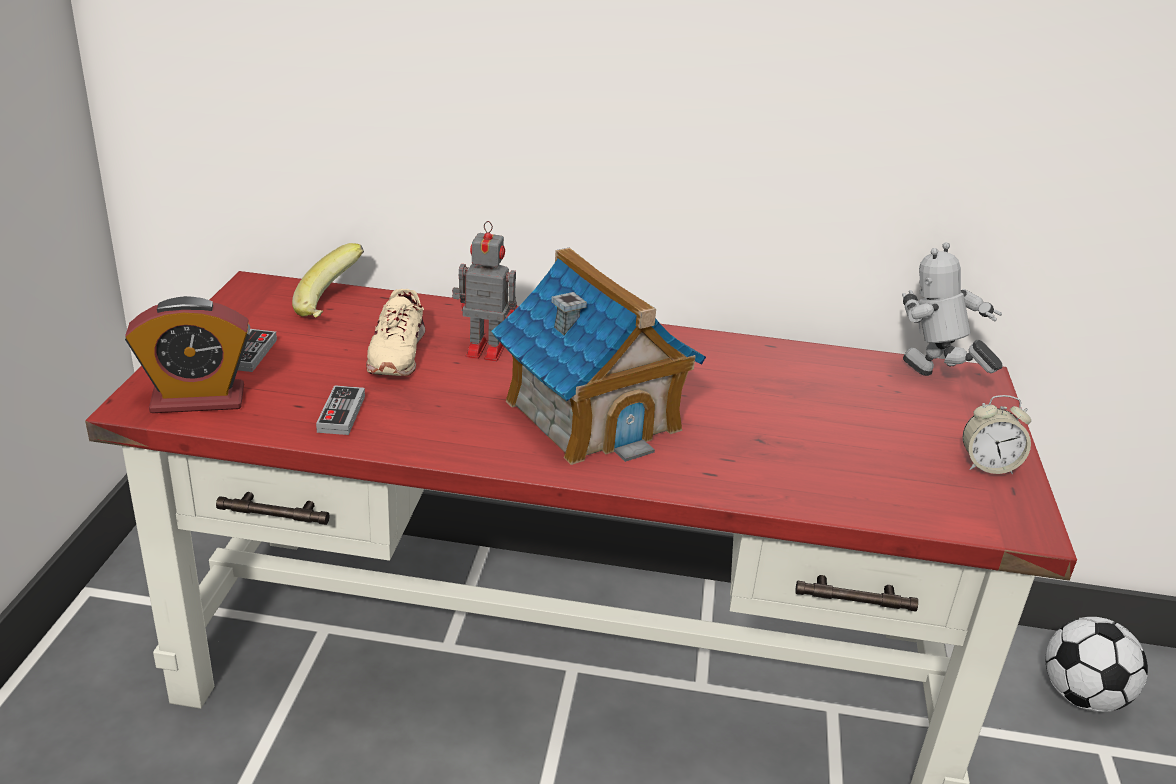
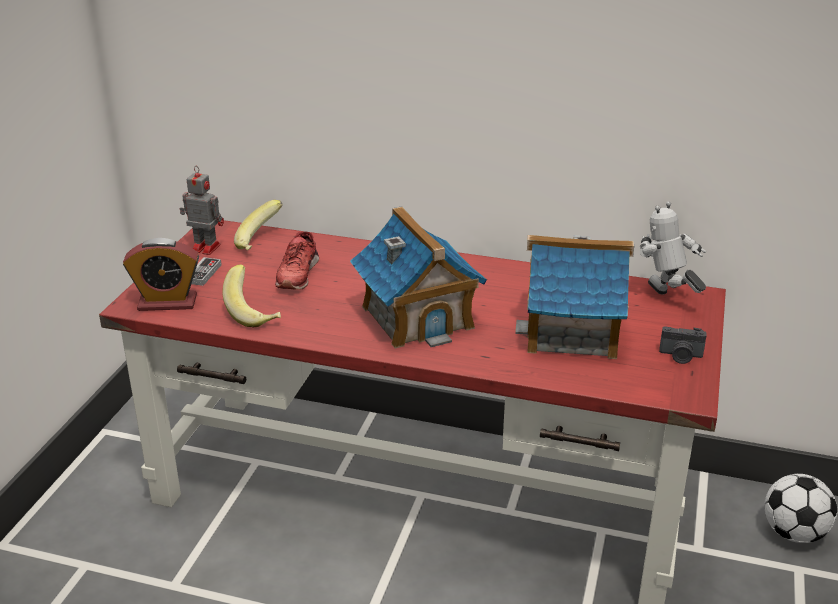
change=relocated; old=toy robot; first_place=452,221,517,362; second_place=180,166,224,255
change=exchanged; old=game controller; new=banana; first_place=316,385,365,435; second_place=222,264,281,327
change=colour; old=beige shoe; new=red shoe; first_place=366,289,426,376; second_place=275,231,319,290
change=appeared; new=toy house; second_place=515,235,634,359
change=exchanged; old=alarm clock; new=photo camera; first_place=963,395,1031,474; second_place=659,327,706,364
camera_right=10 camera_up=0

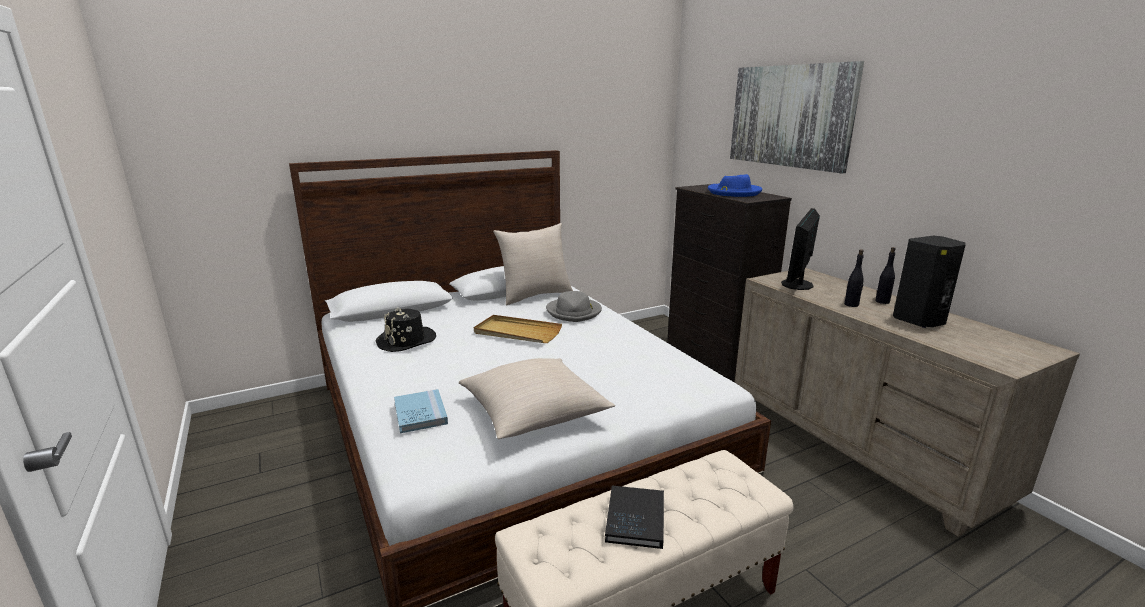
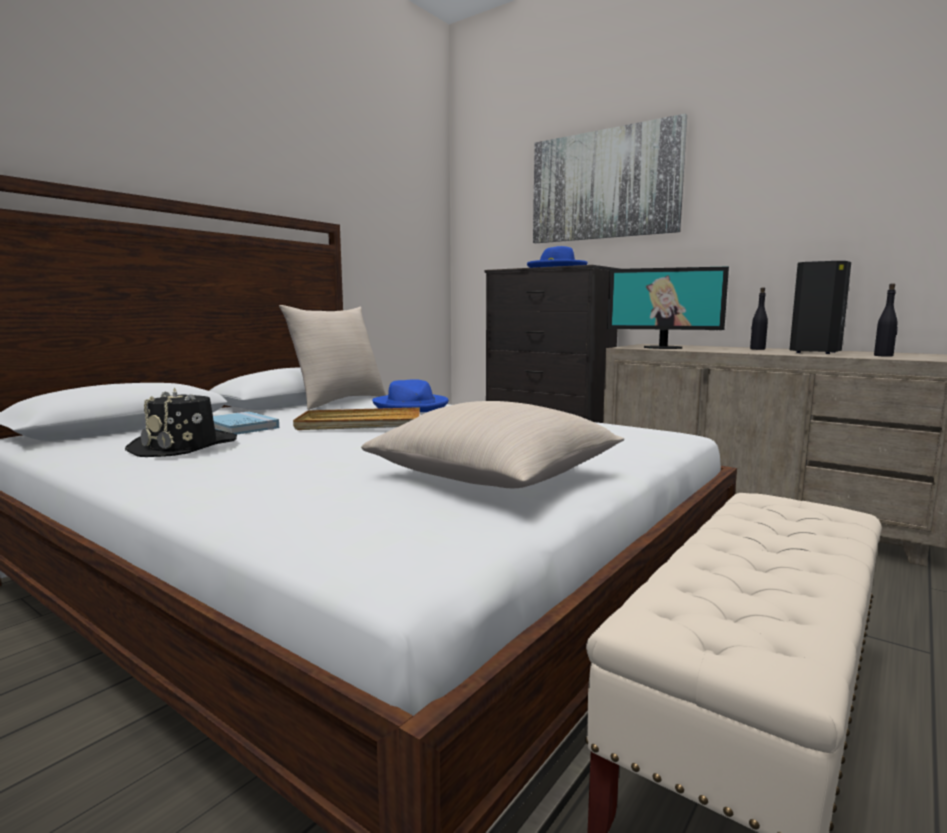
change=relocated; old=blue book; first_place=394,389,448,433; second_place=213,411,279,435
change=colour; old=grey hat; new=blue hat; first_place=546,291,602,322; second_place=372,379,449,412
change=spun; old=monitor; first_place=781,208,820,290; second_place=607,266,729,349; degrees=-75
change=relocated; old=black bottle; first_place=844,249,864,307; second_place=874,284,898,357
change=missing; old=black book; first_place=605,486,664,549
camera_right=-25 camera_up=-10

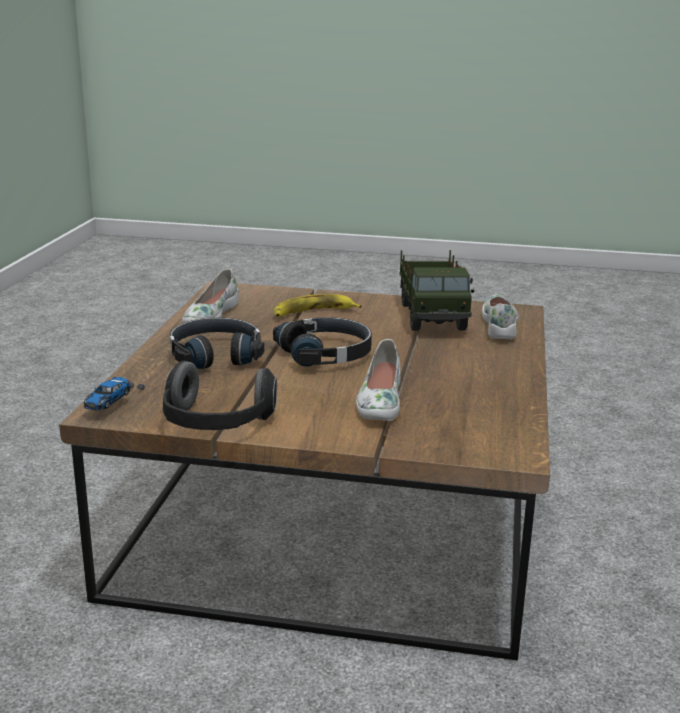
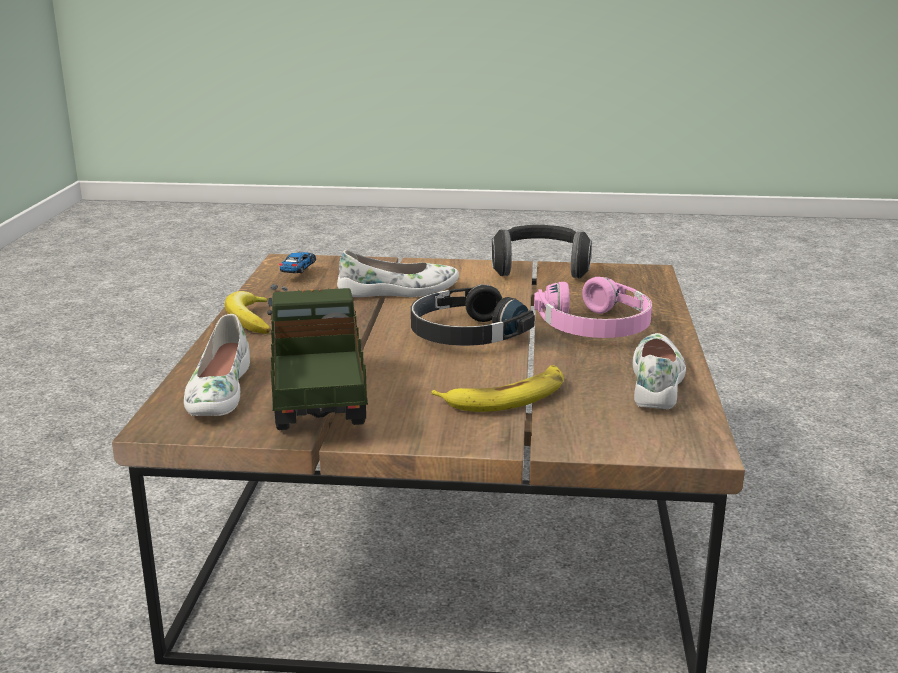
change=appeared; new=banana; second_place=225,291,271,334
change=relocated; old=toy car; first_place=84,377,145,410; second_place=270,252,316,291
change=spun; old=white shoe; first_place=356,339,401,421; second_place=337,250,459,297; degrees=75
change=colour; old=black headphones; new=pink headphones; first_place=170,317,264,369; second_place=534,277,652,338
camera_right=175 camera_up=0

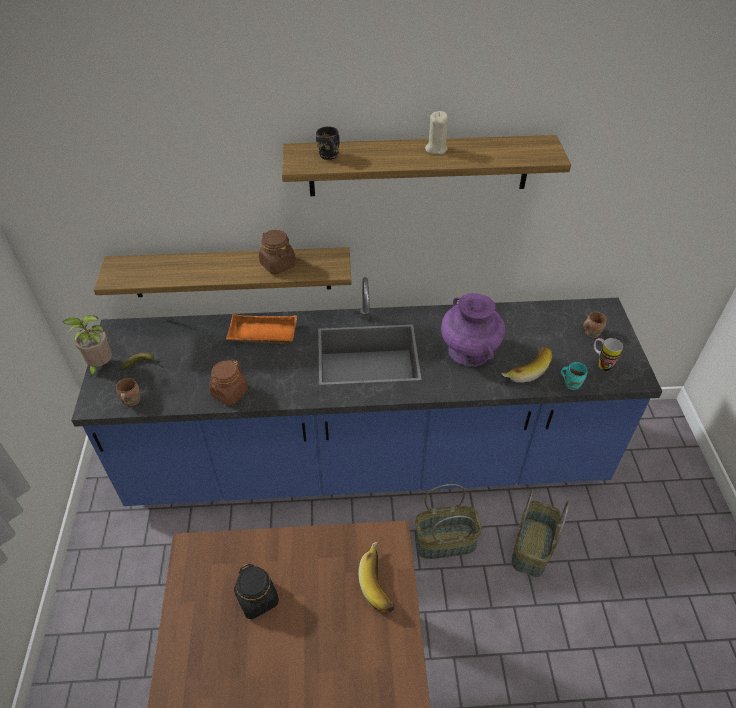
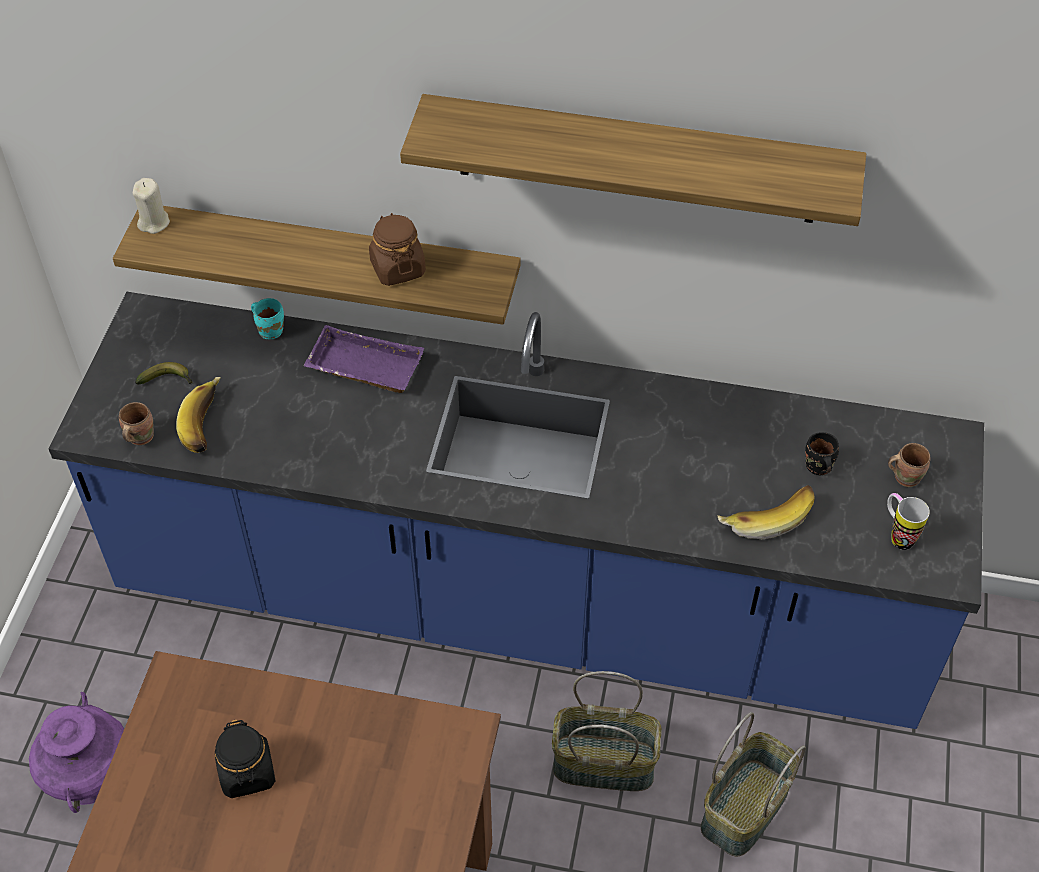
change=relocated; old=purple vase; first_place=441,293,505,367; second_place=29,692,124,813
change=relocated; old=beige candle; first_place=425,111,448,155; second_place=133,178,170,234
change=relocated; old=banana; first_place=359,542,395,612; second_place=176,377,221,453
change=relocated; old=turquoise mug; first_place=561,362,588,390; second_place=251,298,284,339
change=colour; old=orange tray; new=purple tray; first_place=226,314,297,344; second_place=303,325,424,393
change=relocated; old=black mug; first_place=316,127,340,160; second_place=805,432,839,475
change=missing; old=potted plant; first_place=63,315,112,378
change=missing; old=brown jar; first_place=209,359,248,405
camera_right=15 camera_up=5

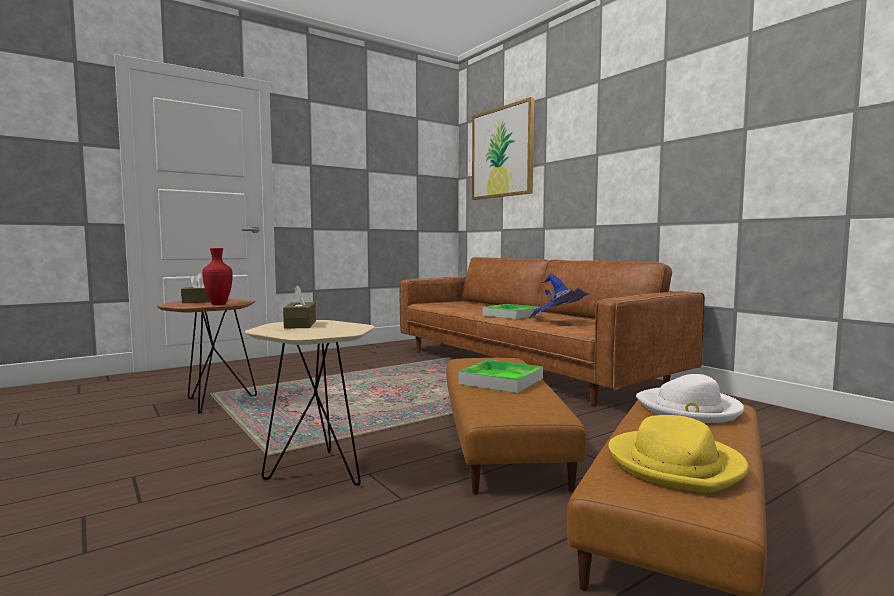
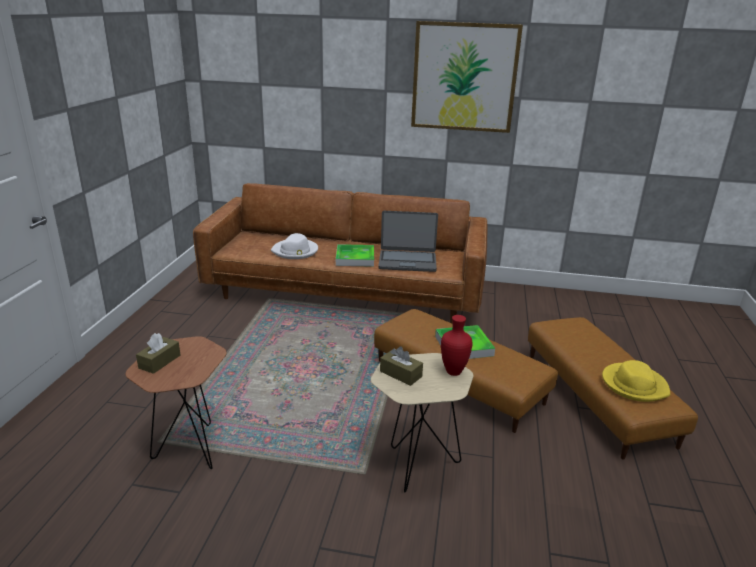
change=relocated; old=white hat; first_place=636,374,744,423; second_place=271,233,318,259
change=exchanged; old=blue hat; new=laptop; first_place=529,273,590,319; second_place=378,211,438,272
change=relocated; old=picture; first_place=472,97,534,200; second_place=411,21,523,133
change=relocated; old=red vase; first_place=202,248,233,305; second_place=441,315,473,376
camera_right=-45 camera_up=20

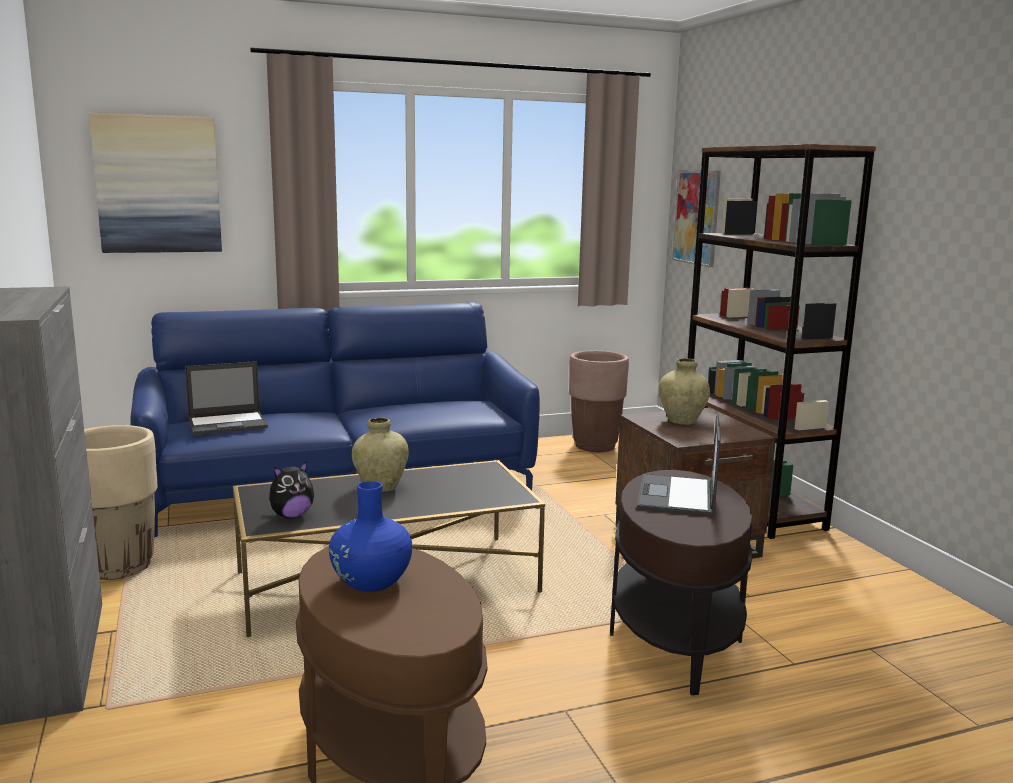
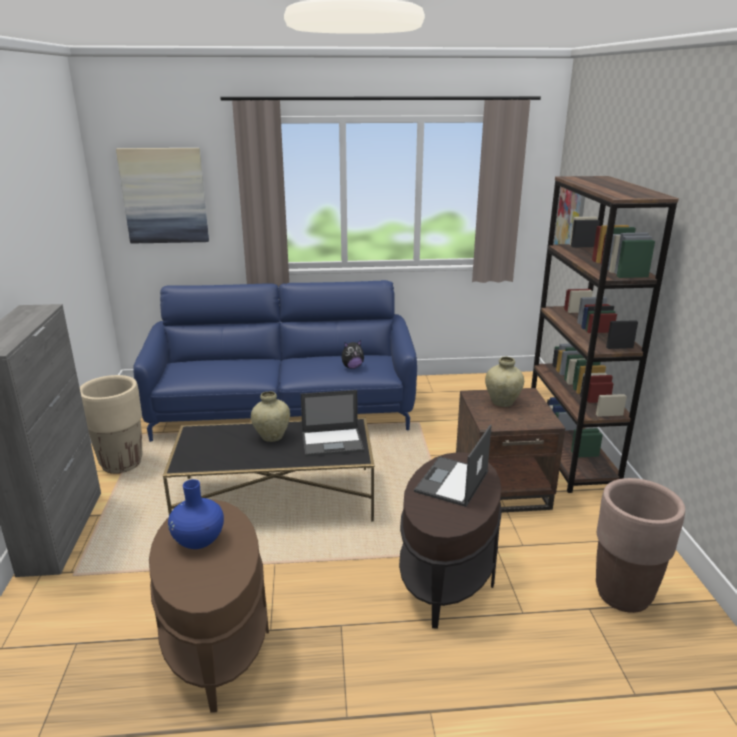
change=relocated; old=laptop; first_place=185,361,268,435; second_place=301,390,364,457
change=relocated; old=plush toy; first_place=269,461,314,518; second_place=342,340,364,369
change=relocated; old=brown planter; first_place=569,350,629,452; second_place=596,478,685,613
camera_right=15 camera_up=10

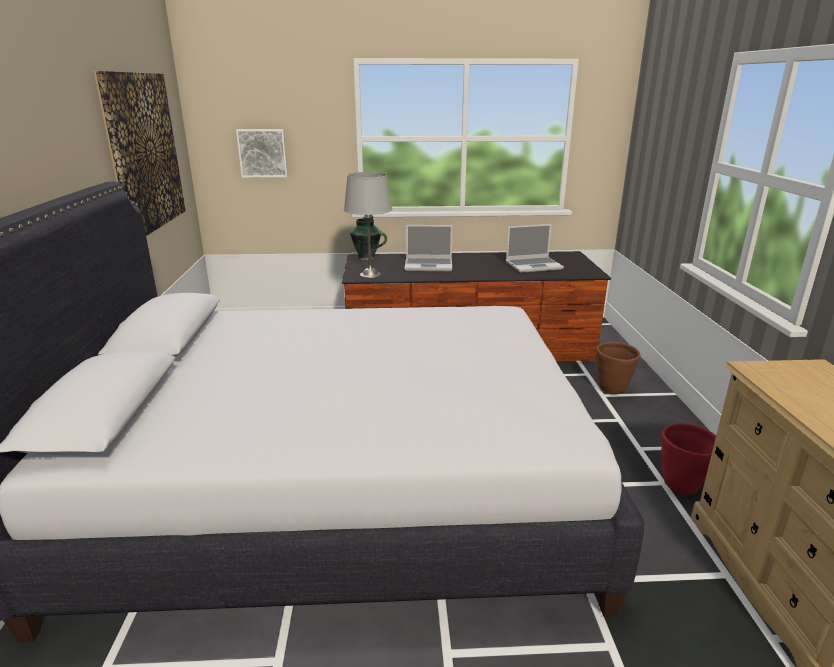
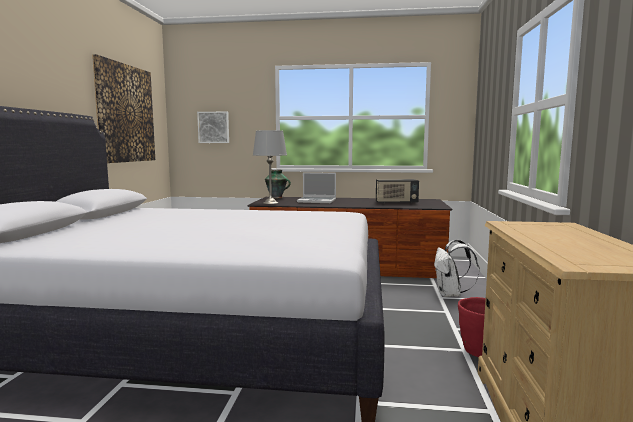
change=exchanged; old=laptop; new=radio; first_place=506,224,564,273; second_place=376,179,419,204
change=exchanged; old=brown planter; new=white backpack; first_place=596,342,640,394; second_place=434,240,480,297
camera_right=10 camera_up=-15

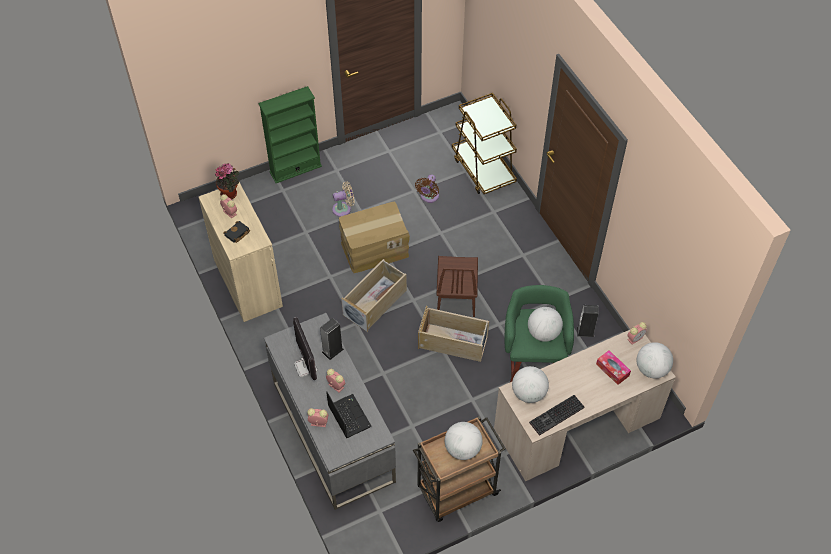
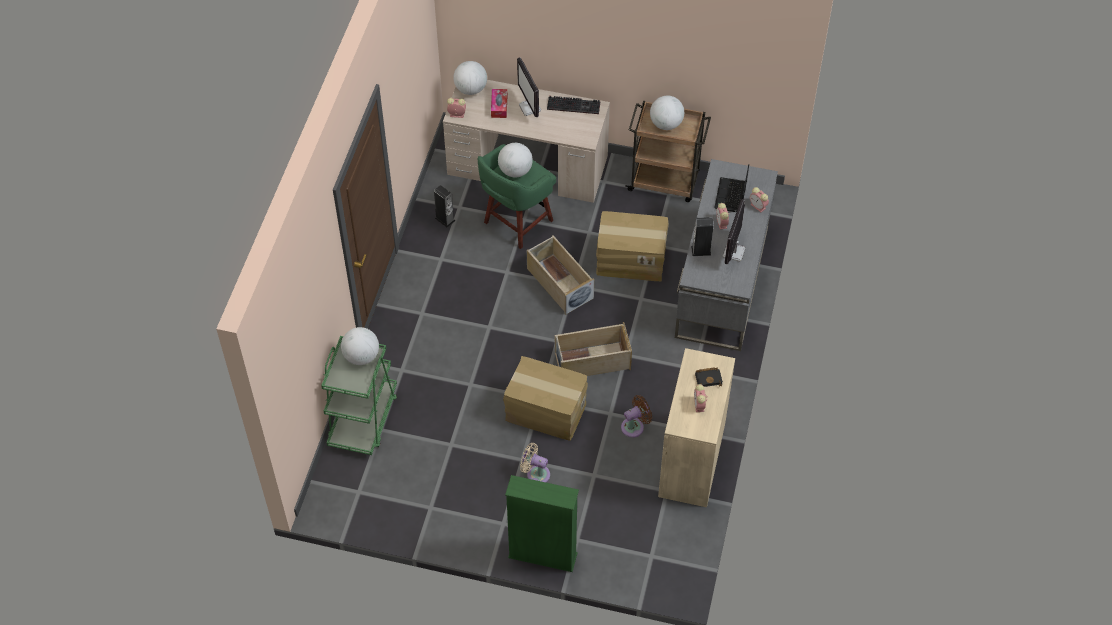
change=colour; old=brown cart; new=green cart; first_place=452,93,517,194; second_place=321,336,397,455
change=relocated; old=globe; first_place=512,366,549,403; second_place=341,327,379,365
change=appeared; new=monitor; second_place=517,57,541,117
change=appeared; new=cardboard box; second_place=596,211,669,281
change=relocated; old=brown fan; first_place=415,174,439,203; second_place=621,395,652,438
change=missing; old=potted plant; first_place=215,163,239,200
change=missing; old=brown chair; first_place=436,256,478,317
camera_right=-140 camera_up=0

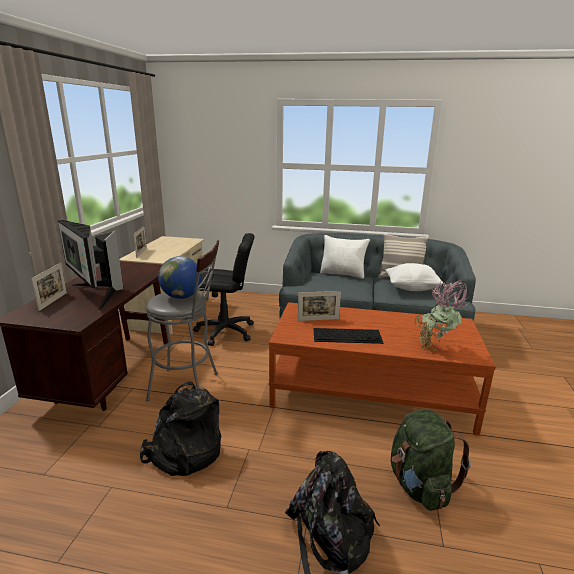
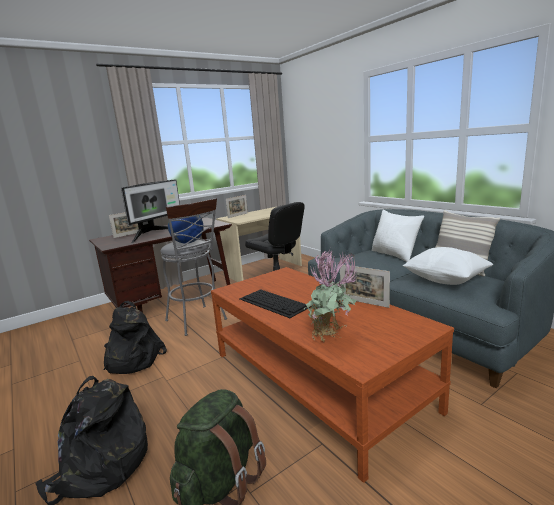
change=spun; old=monitor; first_place=58,220,123,312; second_place=121,180,180,243; degrees=-150
change=relocated; old=picture frame; first_place=298,291,341,321; second_place=340,265,390,308
camera_right=45 camera_up=-5

